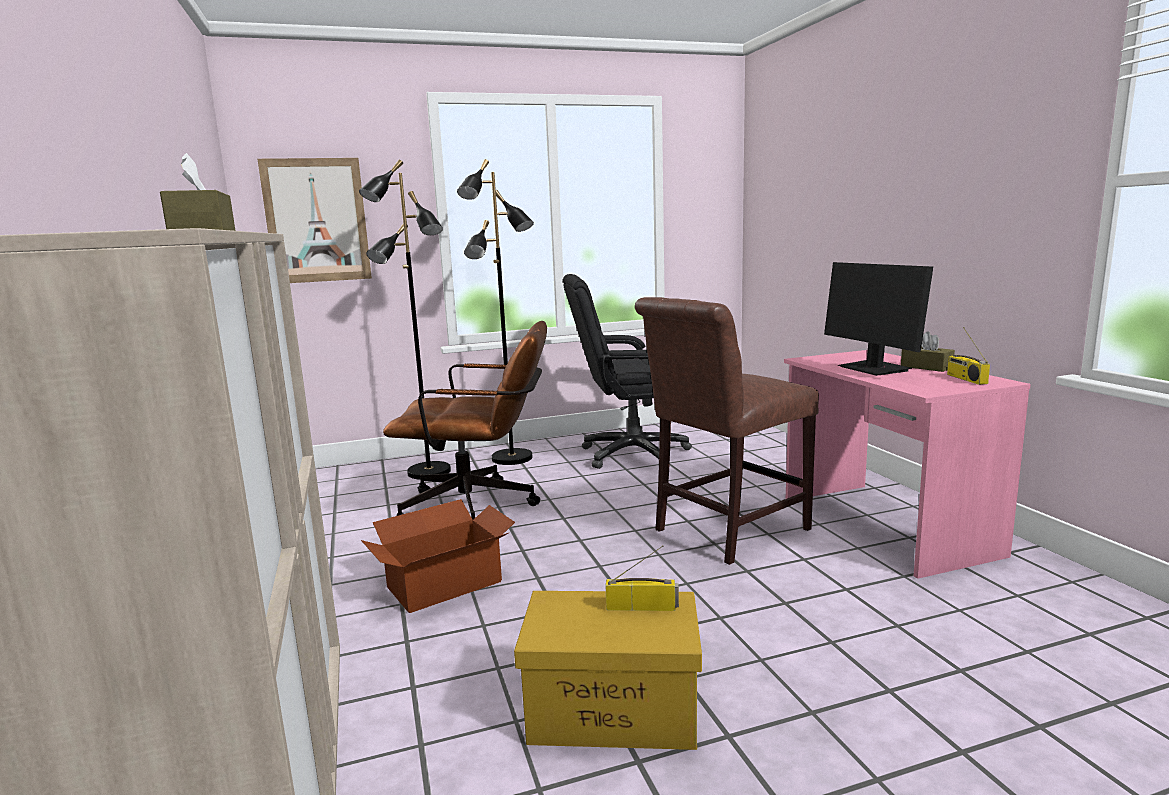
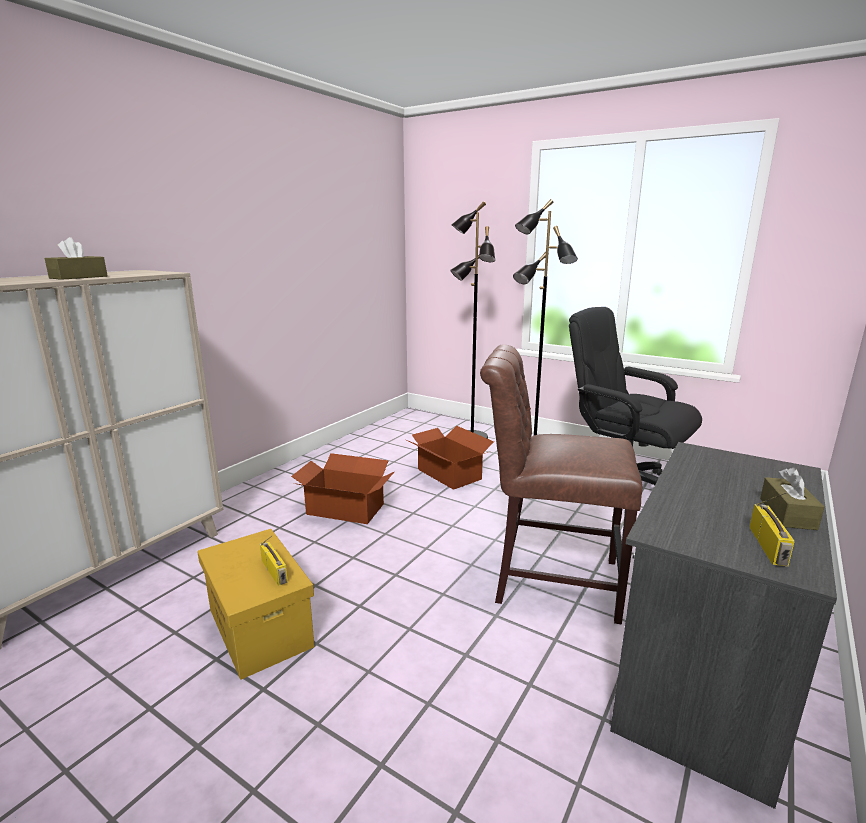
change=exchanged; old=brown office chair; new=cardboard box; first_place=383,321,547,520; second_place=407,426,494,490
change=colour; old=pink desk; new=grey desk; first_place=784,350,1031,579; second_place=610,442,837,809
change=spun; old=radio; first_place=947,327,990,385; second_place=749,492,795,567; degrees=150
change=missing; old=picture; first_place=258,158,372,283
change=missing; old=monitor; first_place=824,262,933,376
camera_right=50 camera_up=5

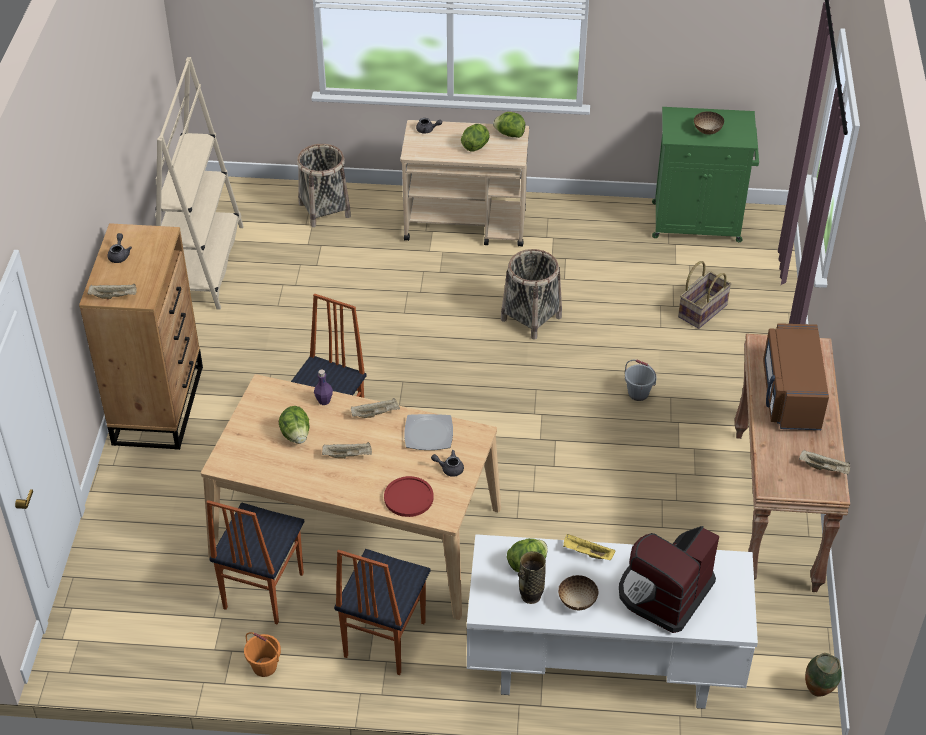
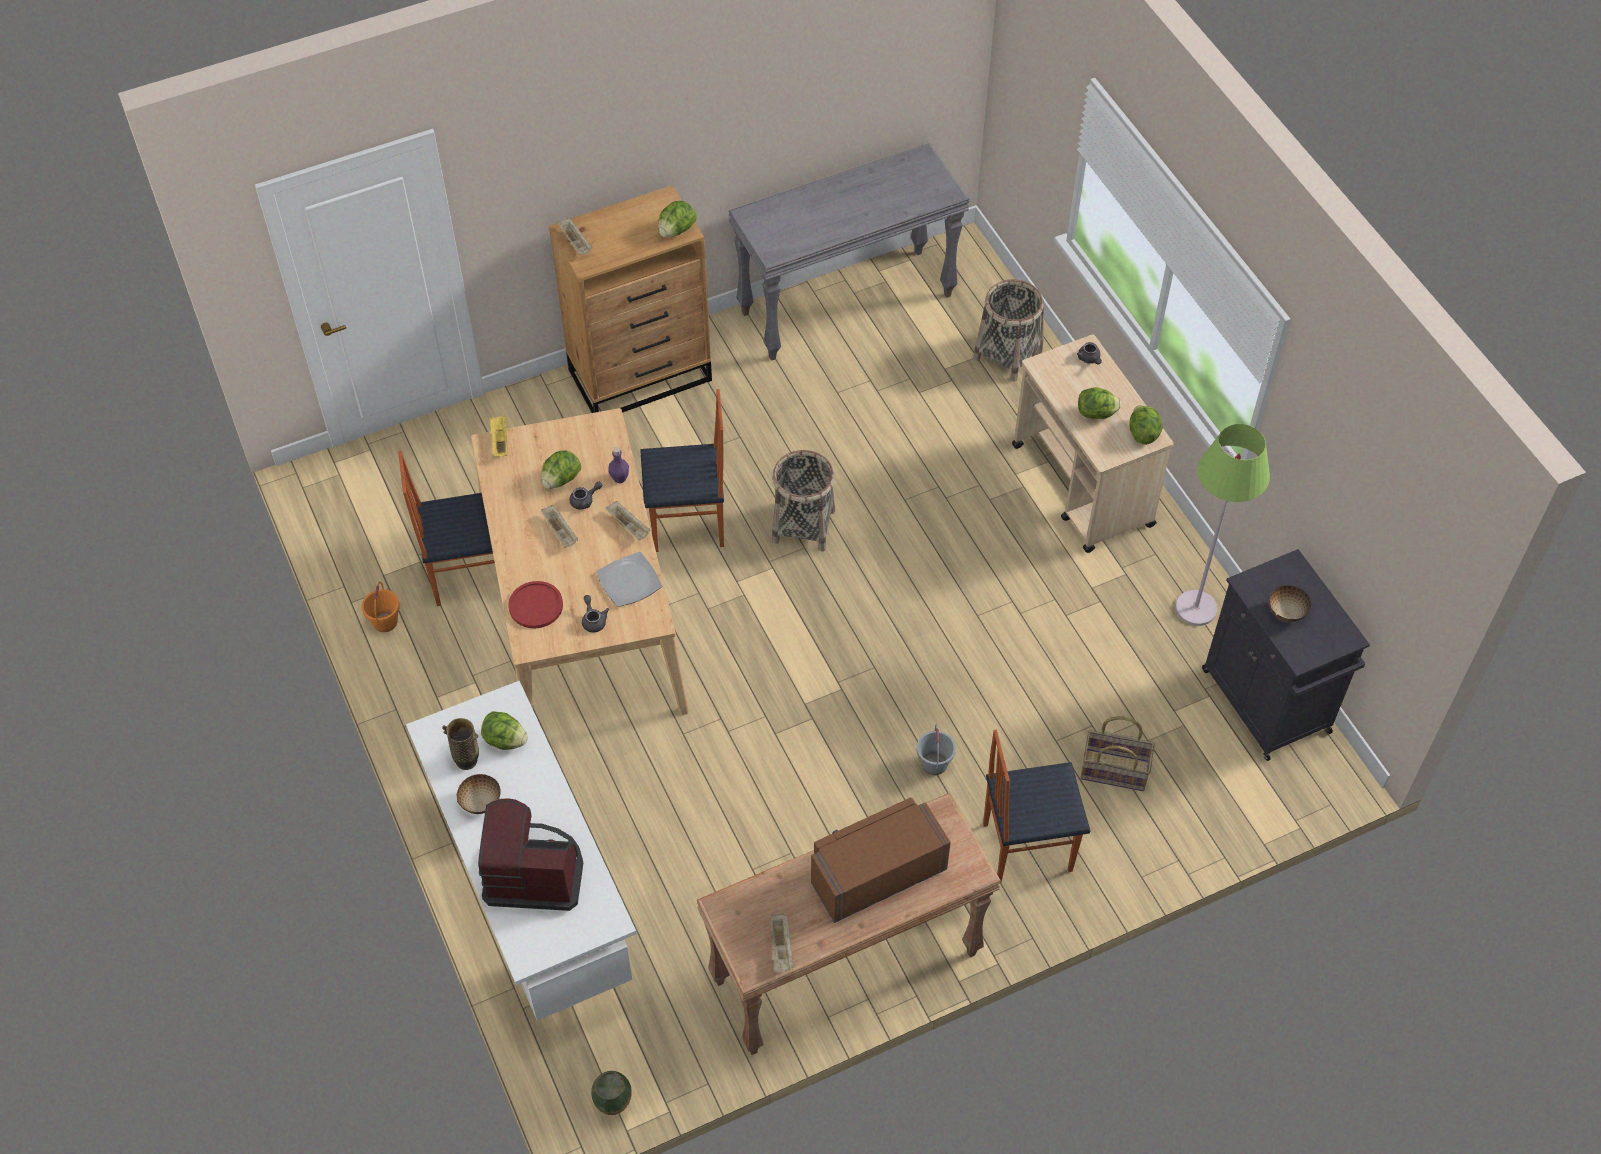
change=relocated; old=yellow tray; first_place=563,534,615,560; second_place=489,415,508,457
change=relocated; old=grey teapot; first_place=107,233,132,263; second_place=569,482,602,510
change=appeared; new=lettuce; second_place=658,201,697,238
change=exchanged; old=beige bookcase; new=grey console table; first_place=155,57,244,310; second_place=729,143,970,361
change=relocated; old=basket; first_place=501,249,562,340; second_place=772,450,835,552
change=relocated; old=chair; first_place=334,549,431,675; second_place=983,729,1090,882
change=appeared; new=green floor lamp; second_place=1175,424,1270,626
change=colour; old=green cabinet; new=black cabinet; first_place=652,107,759,242; second_place=1202,549,1370,761
camera_right=60 camera_up=10

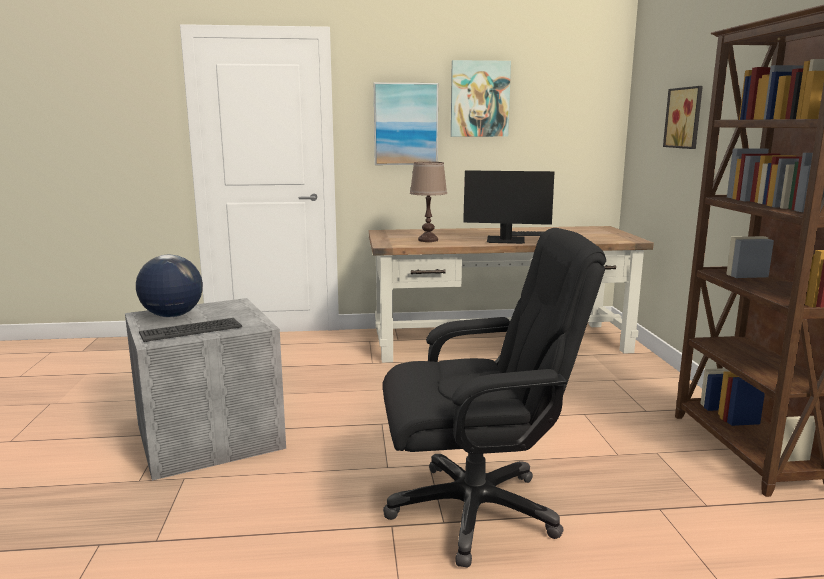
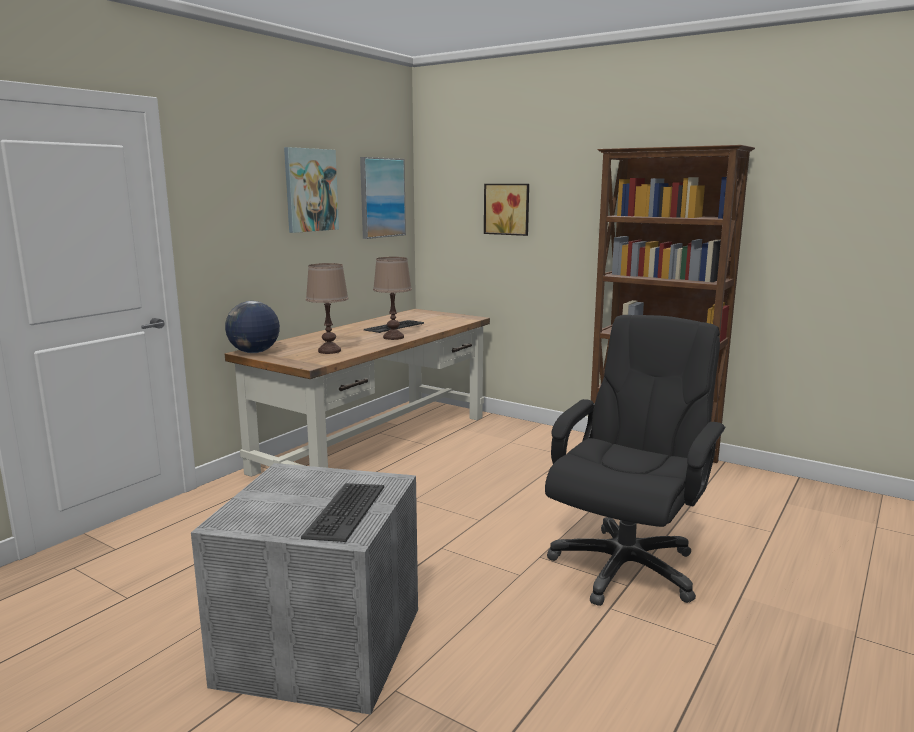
change=relocated; old=globe; first_place=136,255,203,317; second_place=225,301,280,353
change=relocated; old=picture; first_place=374,83,438,165; second_place=360,157,406,239
change=exchanged; old=monitor; new=brown table lamp; first_place=463,170,555,244; second_place=373,257,412,340
camera_right=-50 camera_up=0

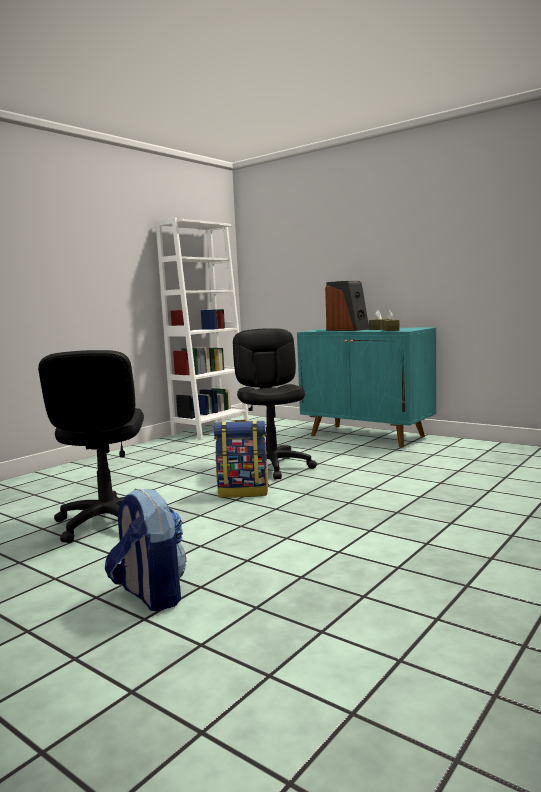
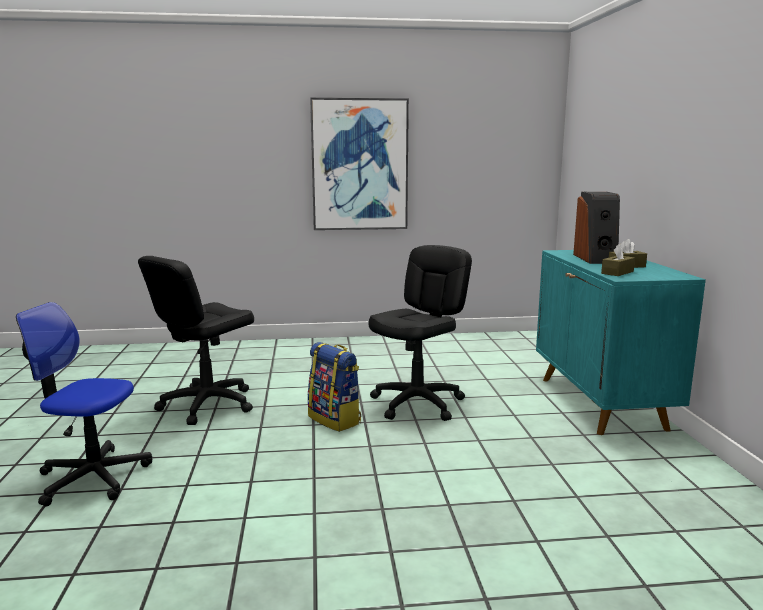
change=exchanged; old=backpack; new=office chair; first_place=105,489,186,611; second_place=16,302,152,507
change=appeared; new=picture; second_place=310,98,409,230
change=missing; old=white bookcase; first_place=156,217,249,440
camera_right=45 camera_up=5

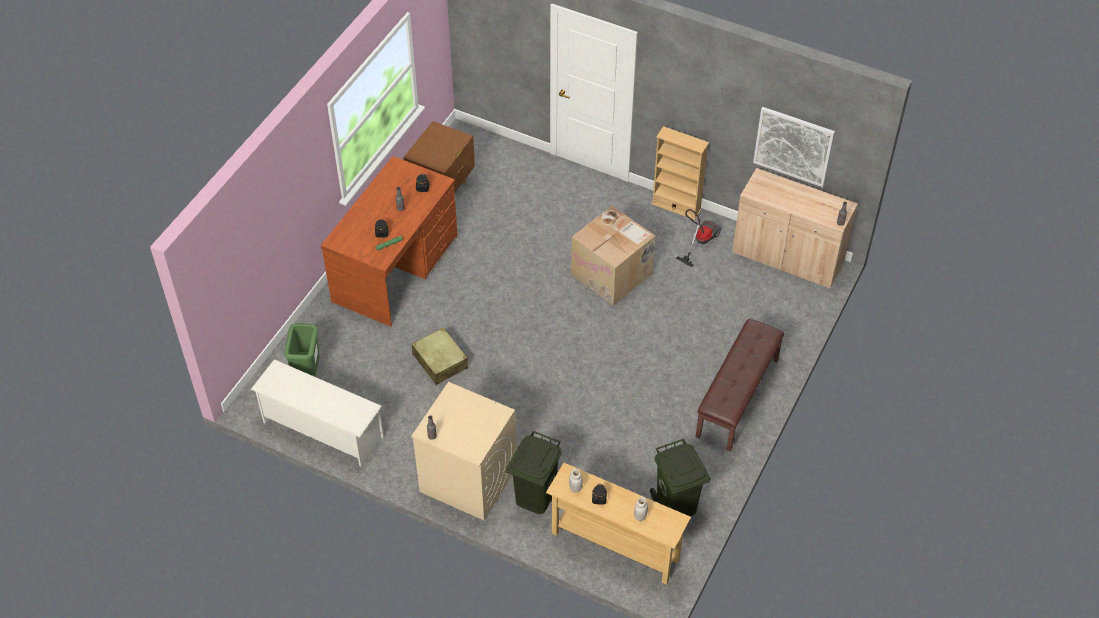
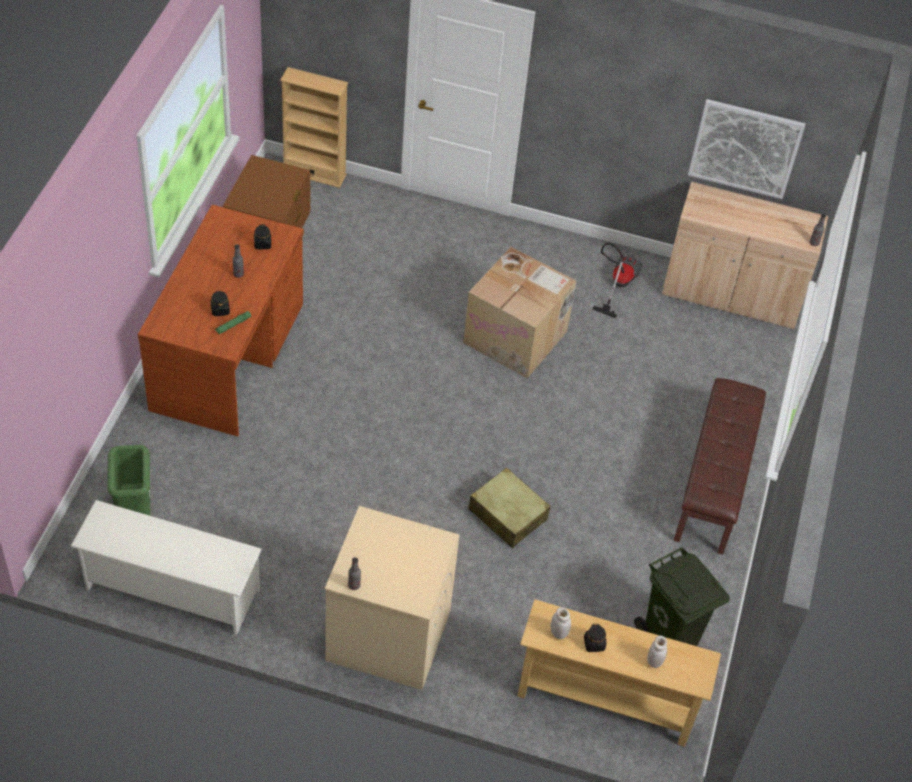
change=relocated; old=beige bookcase; first_place=651,126,709,220; second_place=280,67,348,188
change=relocated; old=beige suitcase; first_place=412,328,468,385; second_place=468,468,551,548
change=missing; old=green trash can; first_place=506,431,562,514
camera_right=-15 camera_up=0

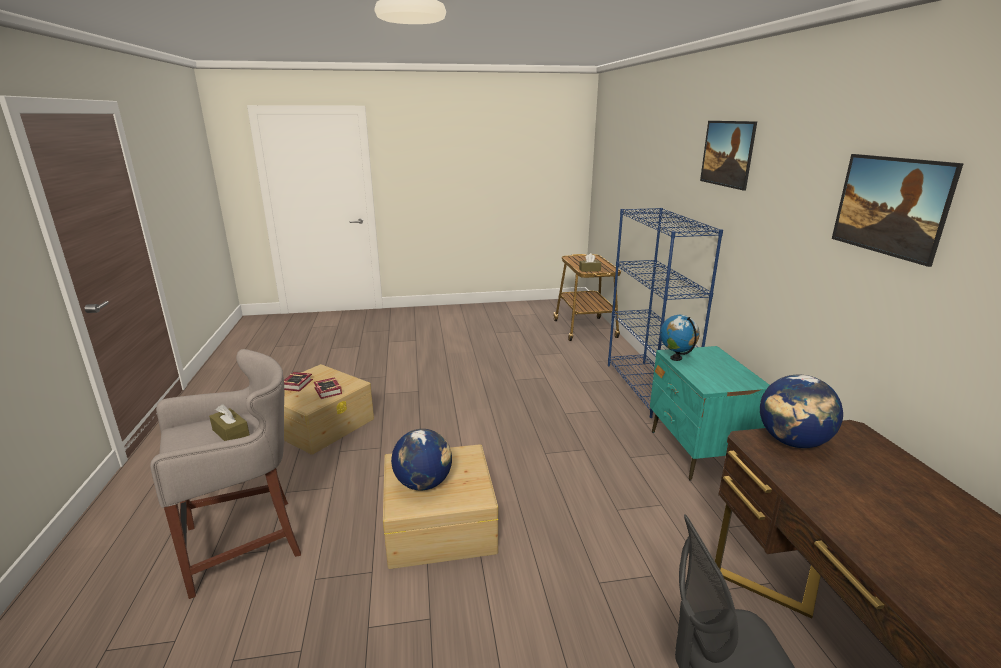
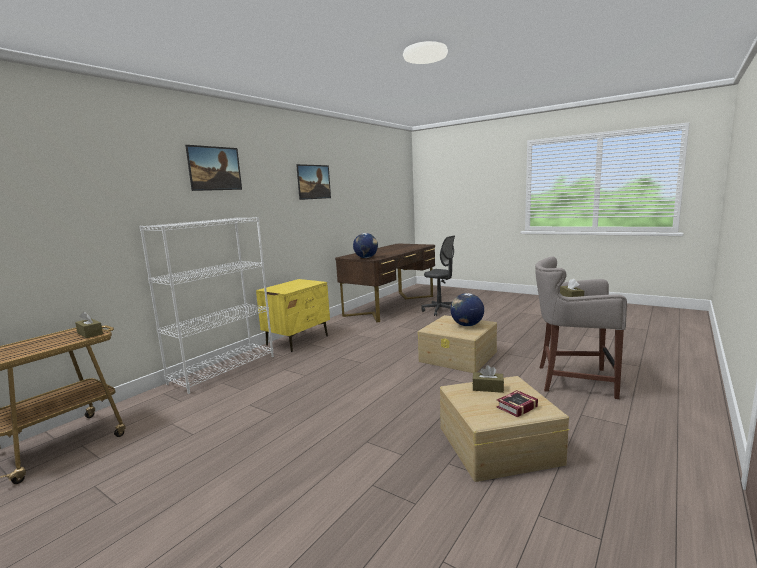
change=colour; old=blue bookcase; new=white bookcase; first_place=608,208,723,418; second_place=139,217,274,394
change=colour; old=turquoise nightstand; new=yellow nightstand; first_place=650,346,770,481; second_place=256,279,330,352
change=exchanged; old=book; new=brown tissue box; first_place=314,377,342,399; second_place=472,365,504,393
change=missing; old=globe; first_place=660,315,700,361
camera_right=-135 camera_up=-10

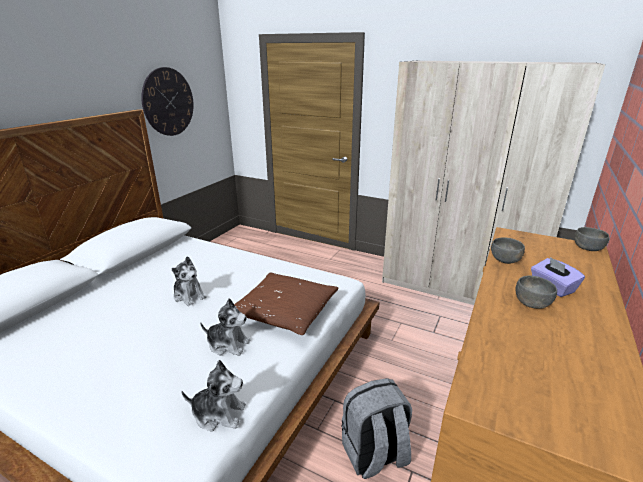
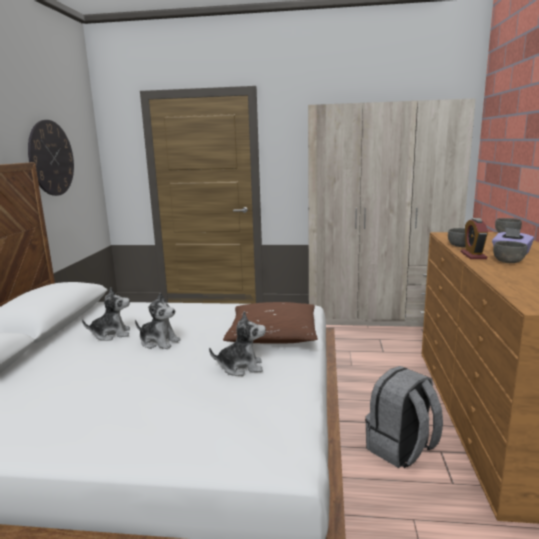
change=relocated; old=plush toy; first_place=181,360,246,432; second_place=82,287,130,341
change=appeared; new=alarm clock; second_place=461,218,488,259
camera_right=-20 camera_up=-10

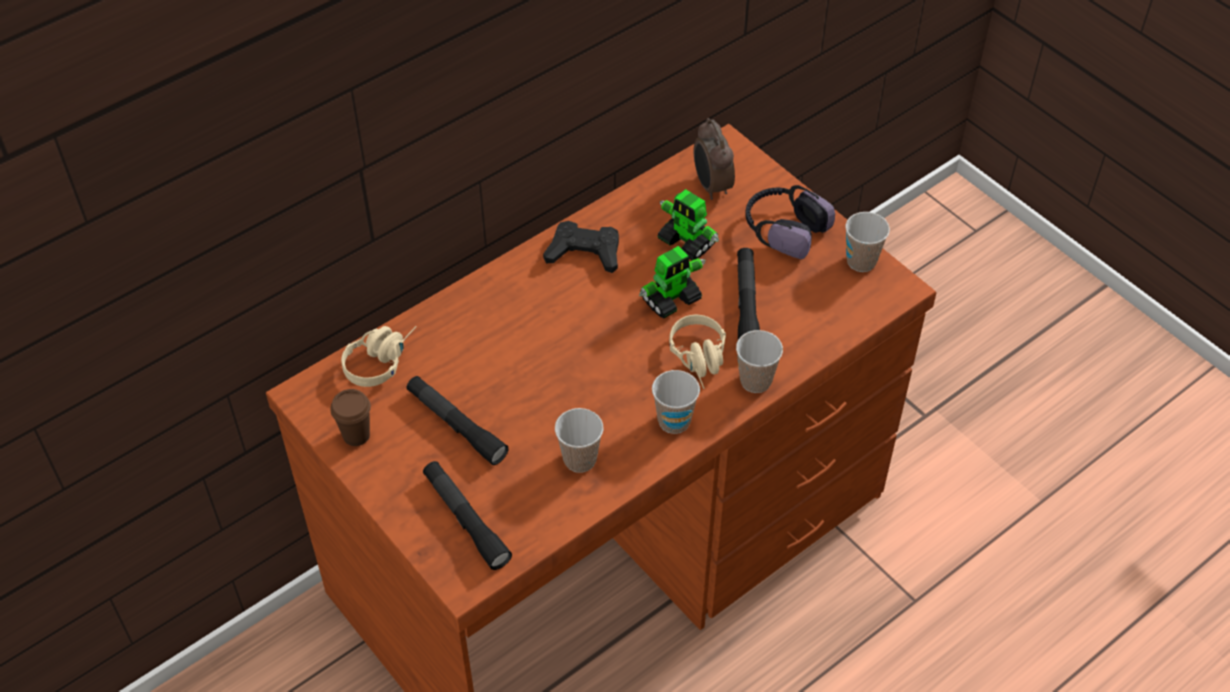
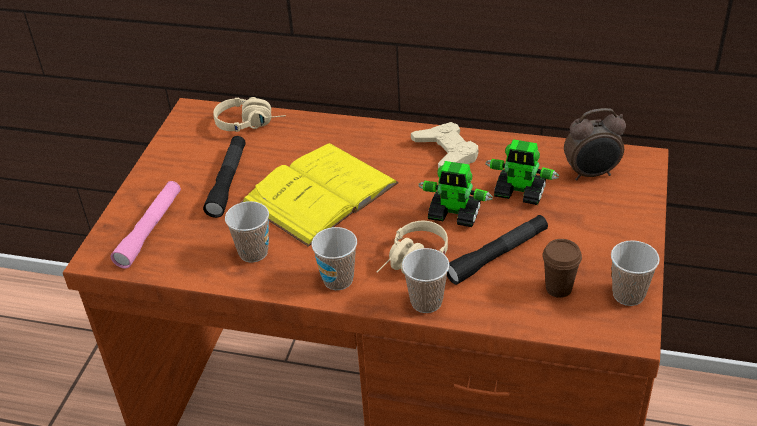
change=colour; old=black flashlight; new=pink flashlight; first_place=423,461,512,570; second_place=111,181,181,269
change=appeared; new=yellow book; second_place=241,143,399,247
change=colour; old=black game controller; new=beige game controller; first_place=543,221,619,273; second_place=411,122,478,169
change=spun; old=toy robot; first_place=658,189,719,260; second_place=485,139,559,205; degrees=-75
change=relocated; old=brown cup; first_place=331,389,371,446; second_place=542,239,582,298
change=spun; old=alarm clock; first_place=694,118,735,200; second_place=564,108,626,181; degrees=-135
change=missing; old=headphones; first_place=745,185,835,259
camera_right=55 camera_up=-10

